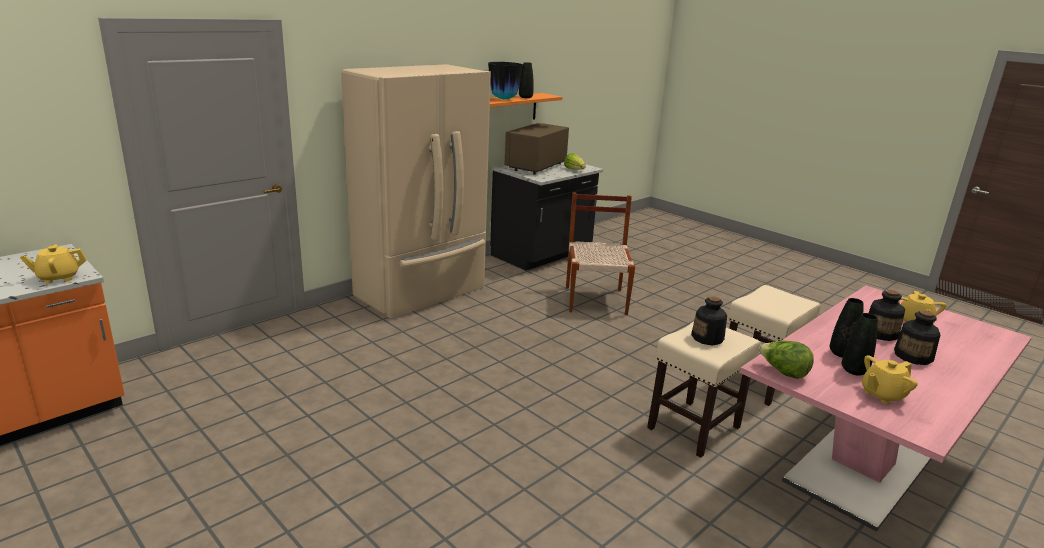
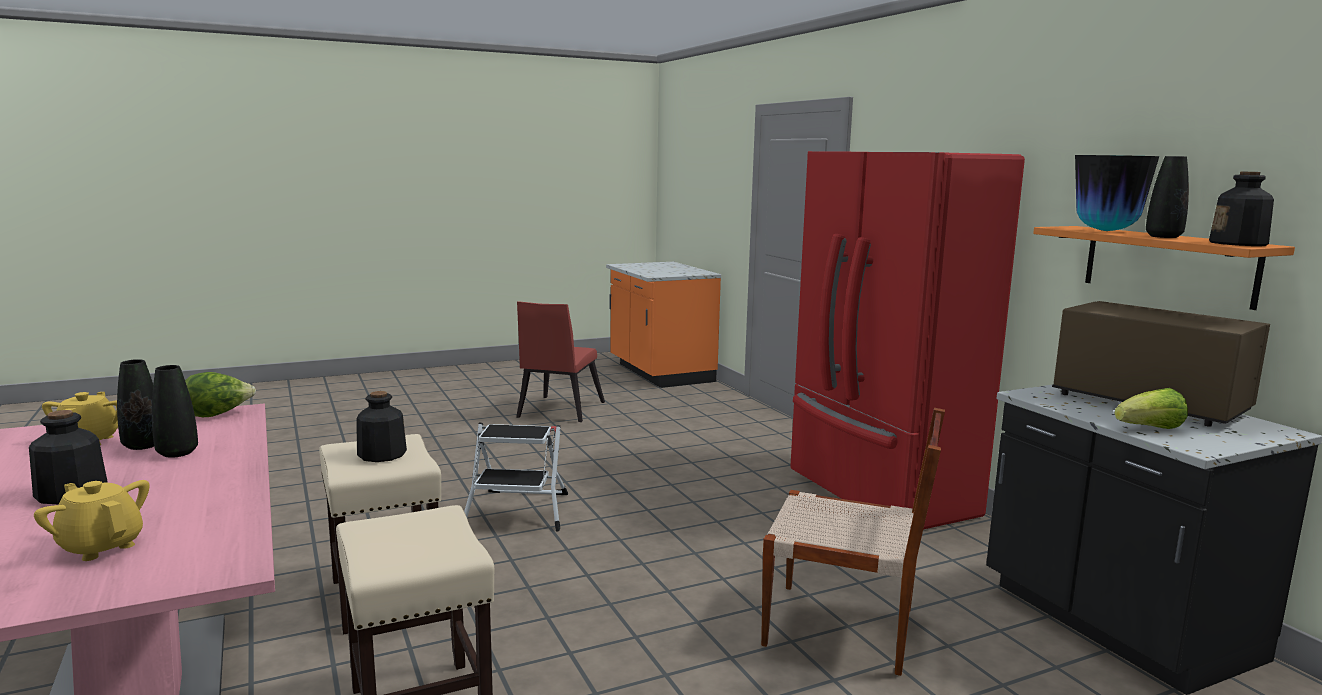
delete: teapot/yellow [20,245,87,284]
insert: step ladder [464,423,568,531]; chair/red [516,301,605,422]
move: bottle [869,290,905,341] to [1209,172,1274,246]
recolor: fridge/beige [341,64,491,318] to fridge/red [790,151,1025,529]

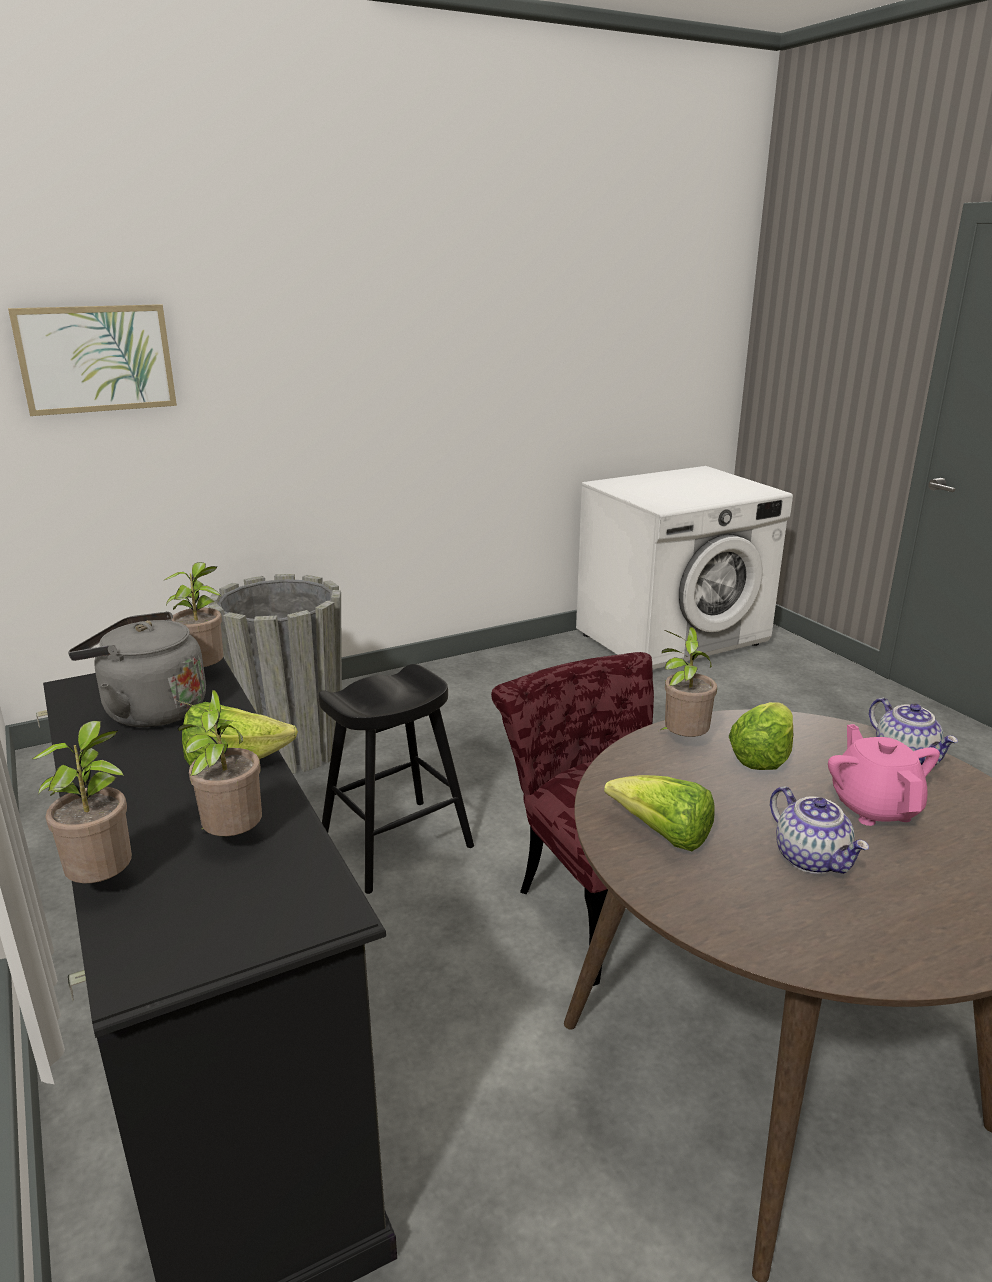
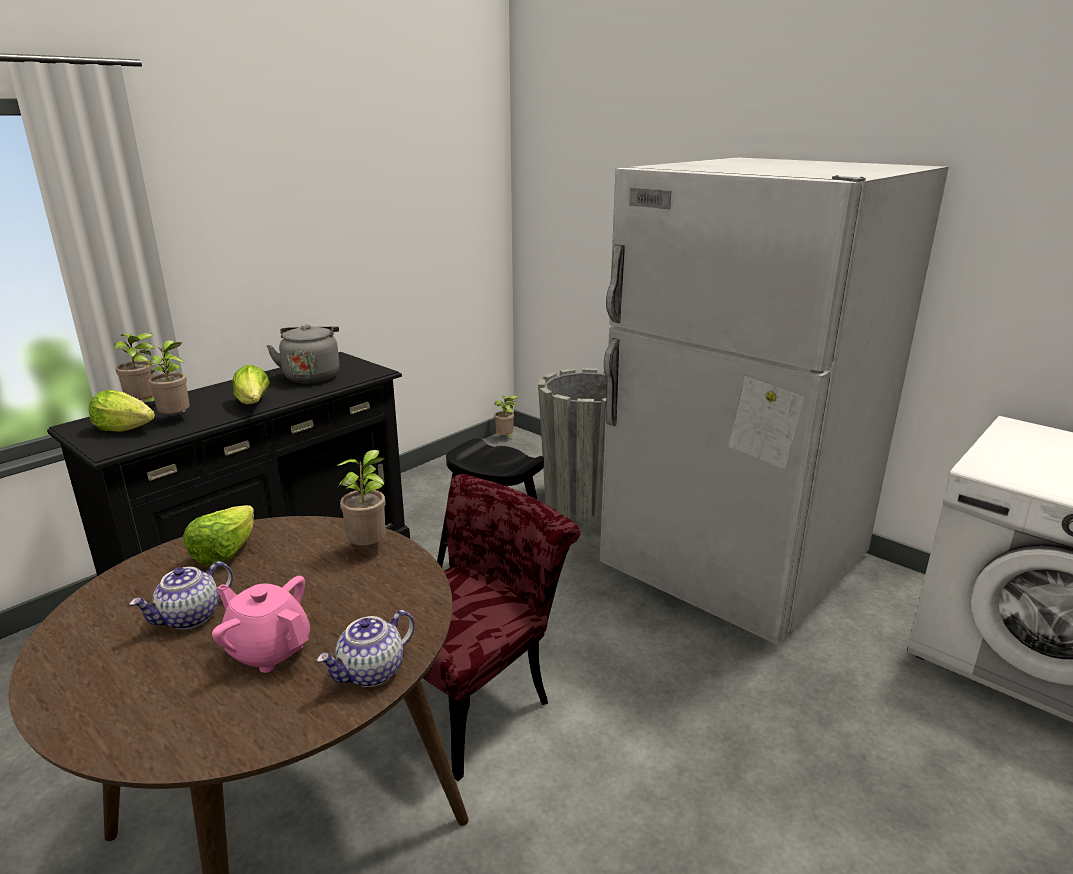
delete: picture [8,304,177,416]
insert: fridge/white [600,157,949,644]
move: lettuce [729,702,793,770] to [89,390,155,432]; potted plant [165,562,223,667] to [494,395,518,436]
rotate: teapot/pink [828,724,940,826] = [212,576,310,673] 120 degrees counterclockwise

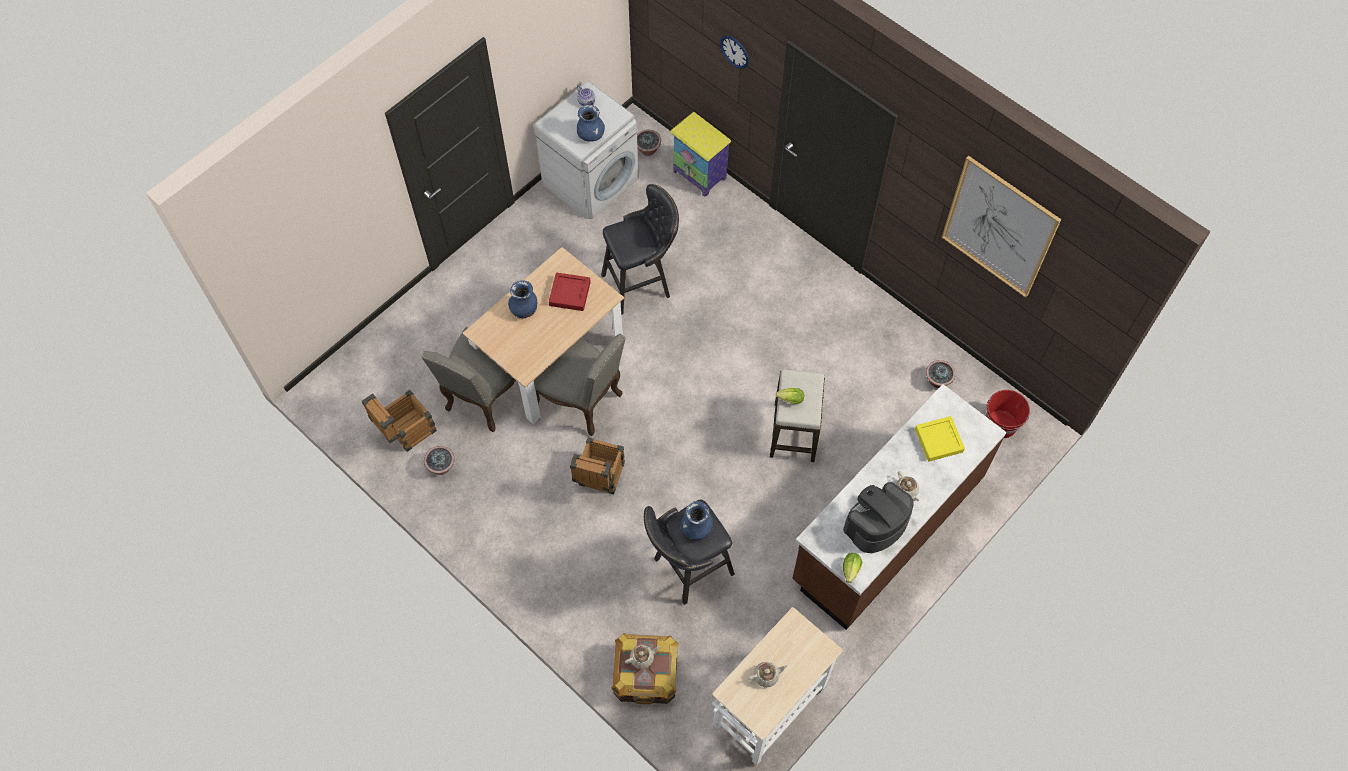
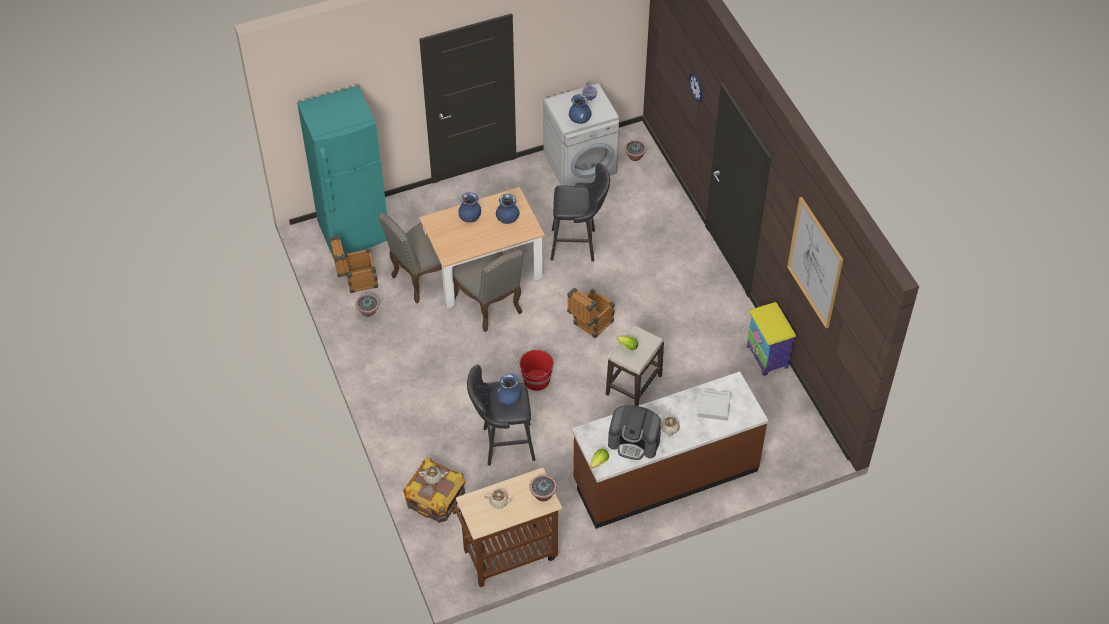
insert: fridge/turquoise [297,86,387,254]
move: bucket/red [986,390,1030,438] to [518,350,554,391]; potted plant [926,360,956,388] to [529,475,557,502]; crate [570,437,625,494] to [567,287,615,339]; nightstand [670,112,731,196] to [747,302,796,376]
replace: tray/red [549,272,591,311] to vase/blue [496,194,519,224]
recolor: cart/white [711,607,843,765] to cart/brown [452,468,562,587]; tray/yellow [915,416,965,462] to tray/grey [698,388,731,421]
rotate: coffee machine [843,482,914,553] = [608,405,661,460] 150 degrees counterclockwise

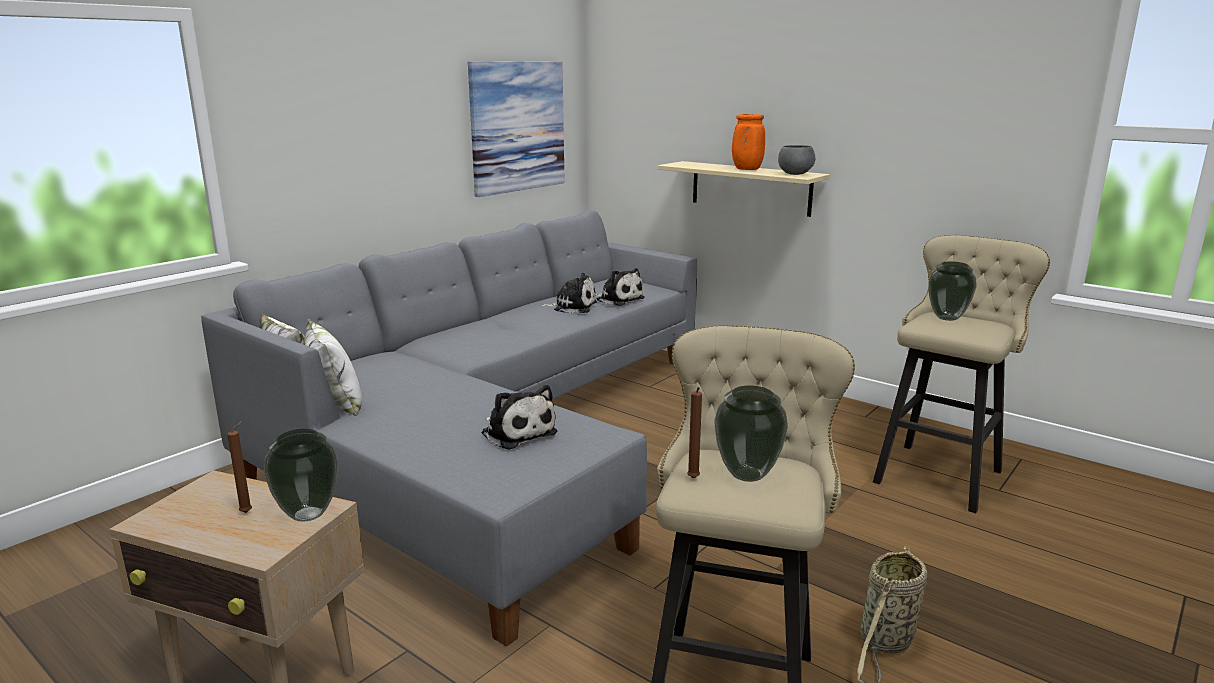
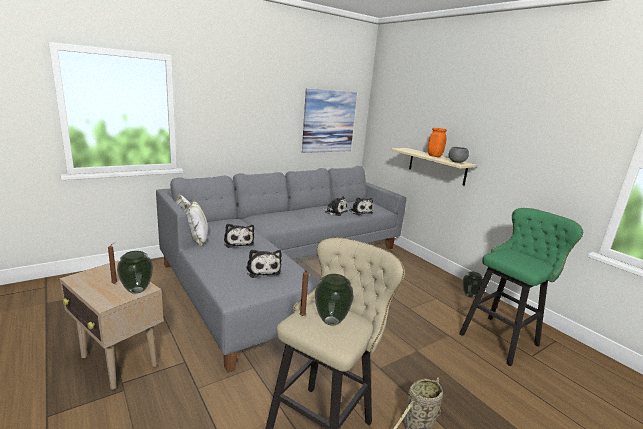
insert: plush toy [224,224,254,248]
move: vase [928,262,977,321] to [463,271,483,298]
recolor: stool/beige [873,235,1050,513] to stool/green [459,208,583,366]

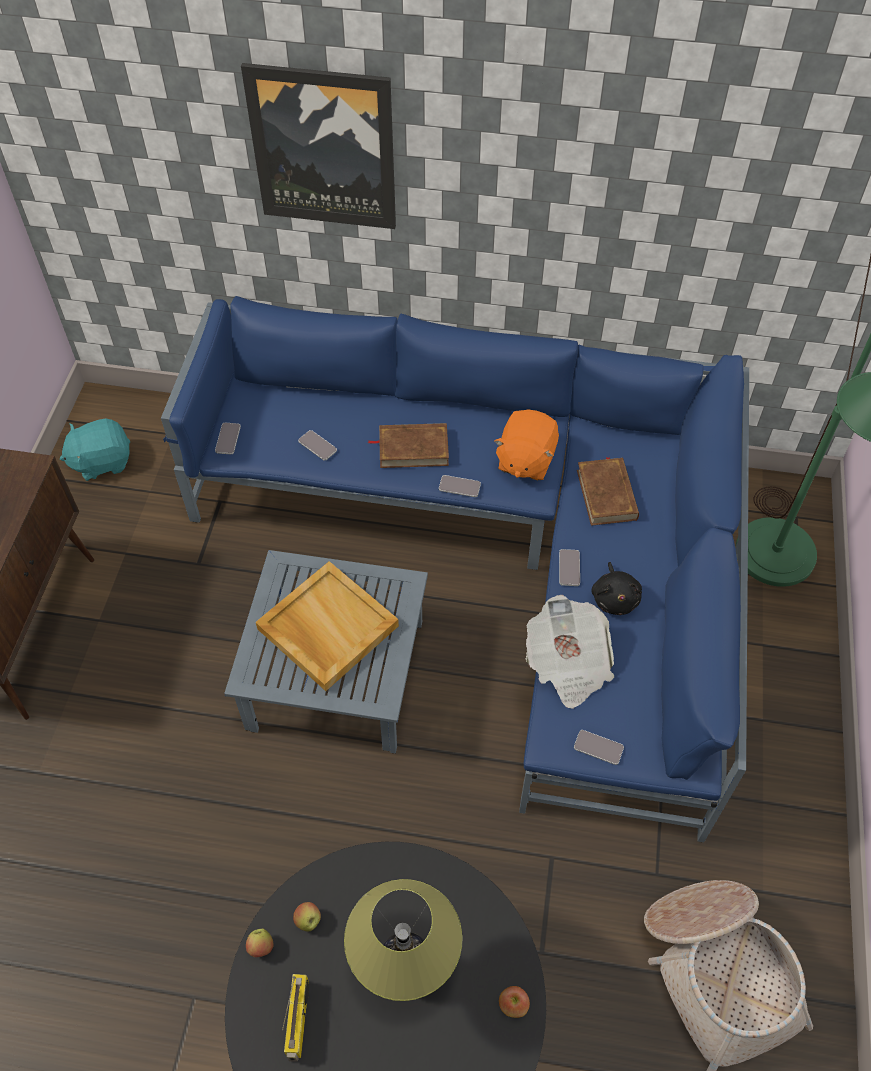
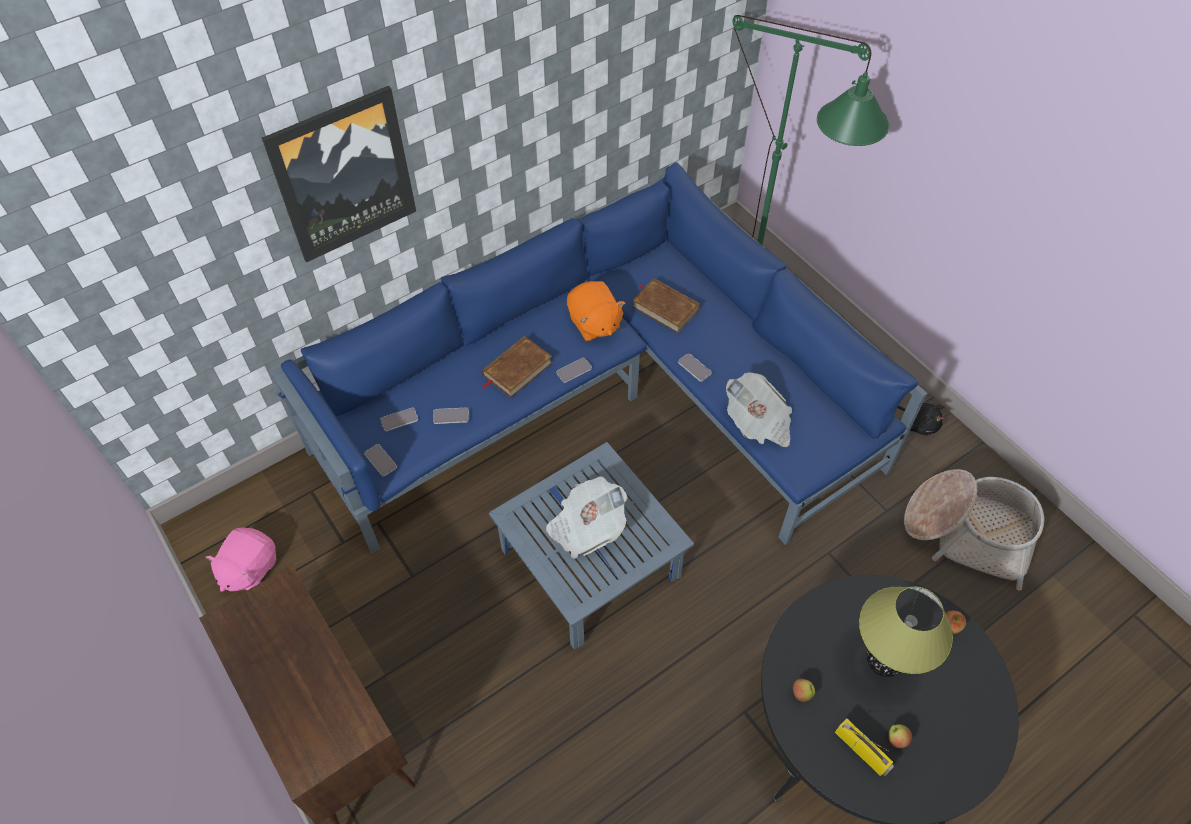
move: phone [574,730,624,765] to [380,408,418,431]; apple [246,929,274,957] to [888,724,912,748]; plush toy/black [591,562,642,615] to [897,403,944,435]
replace: tray/beige [256,561,399,691] to newspaper [546,477,628,559]
recolor: plush toy/turquoise [60,419,130,481] to plush toy/pink [205,527,276,592]

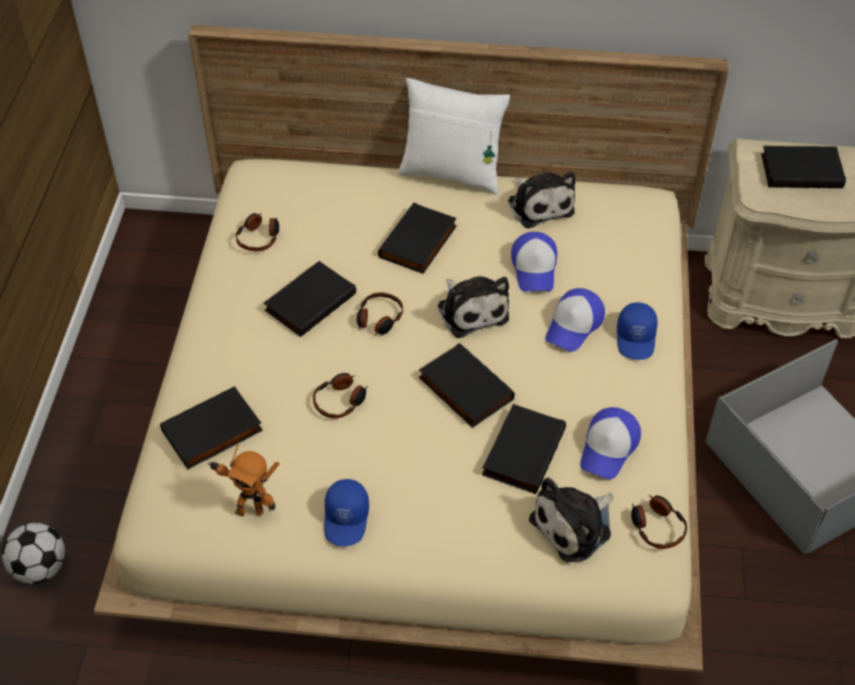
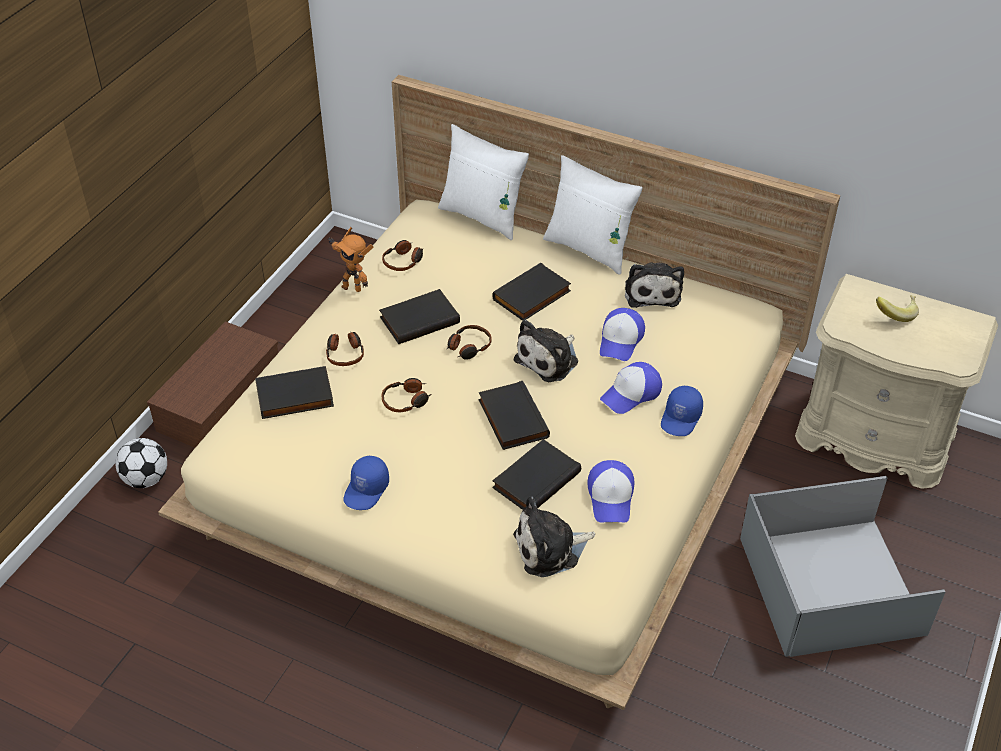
insert: storage box/brown [147,321,278,448]; pillow/white [438,124,529,240]
move: headphones [631,495,687,549] to [326,332,364,366]; toy robot [208,442,280,516] to [328,227,374,292]
replace: book/black [761,146,846,188] to banana [876,295,919,322]
rotate: plush toy [438,276,509,338] = [514,320,578,382] 45 degrees clockwise; cap [580,407,641,479] = [588,460,634,523] 45 degrees counterclockwise

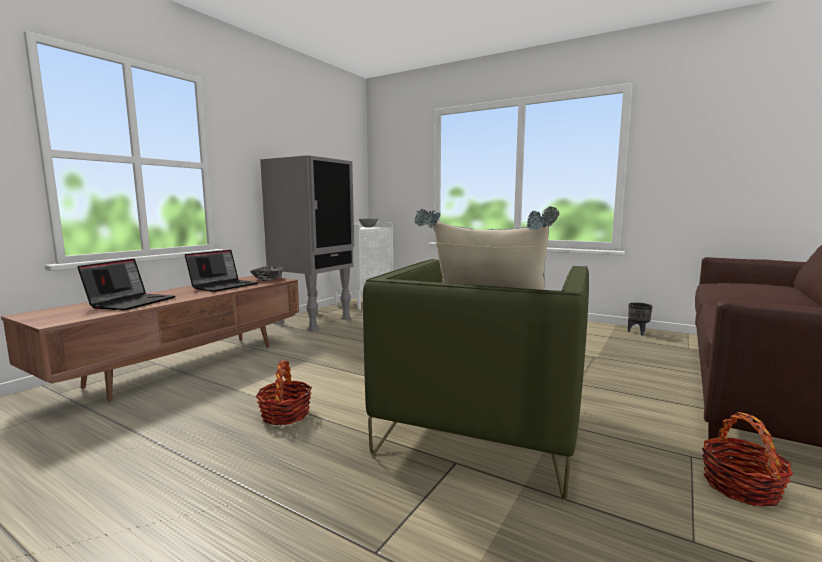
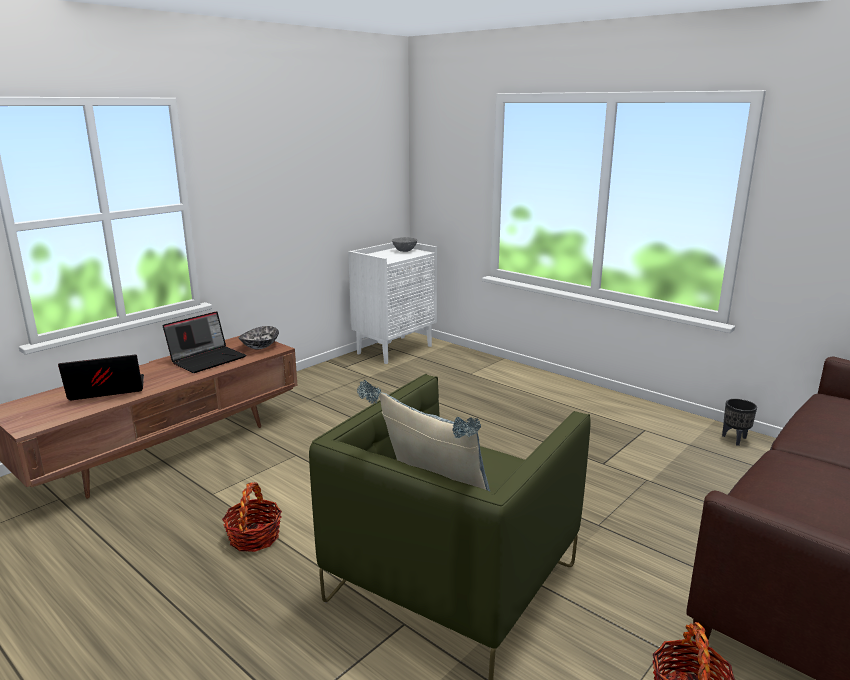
delete: cabinet/grey [260,155,354,331]
rotate: laptop [77,259,175,310] = [58,354,144,401] 135 degrees counterclockwise

